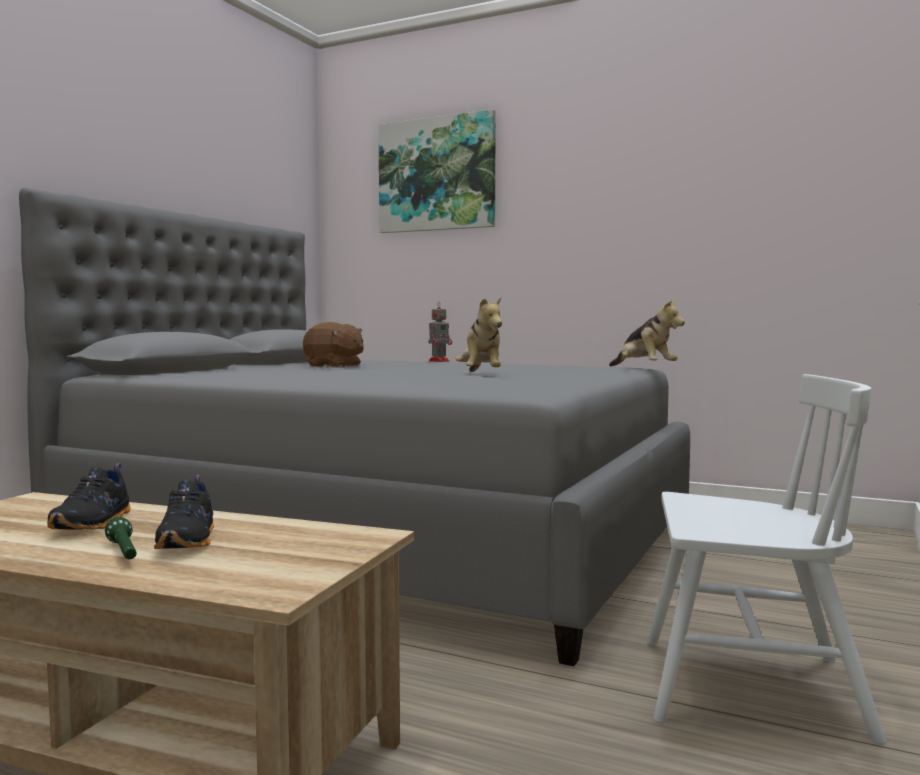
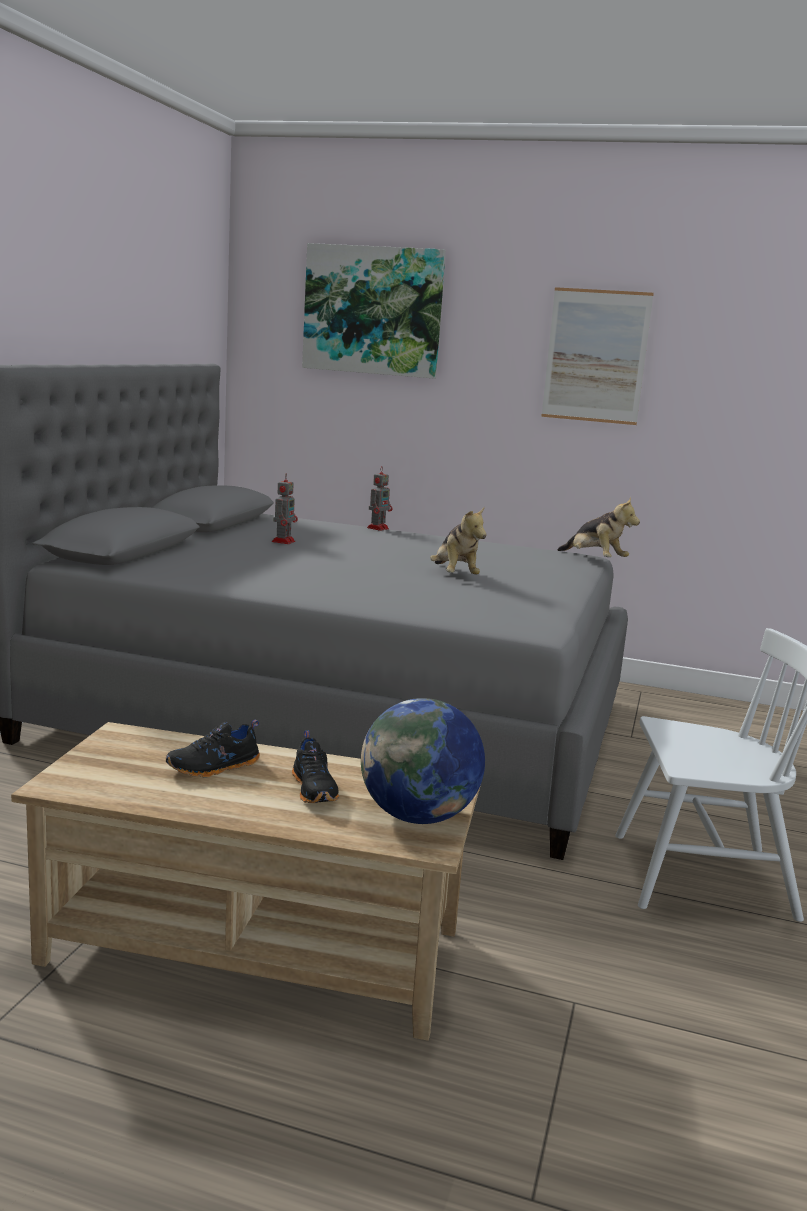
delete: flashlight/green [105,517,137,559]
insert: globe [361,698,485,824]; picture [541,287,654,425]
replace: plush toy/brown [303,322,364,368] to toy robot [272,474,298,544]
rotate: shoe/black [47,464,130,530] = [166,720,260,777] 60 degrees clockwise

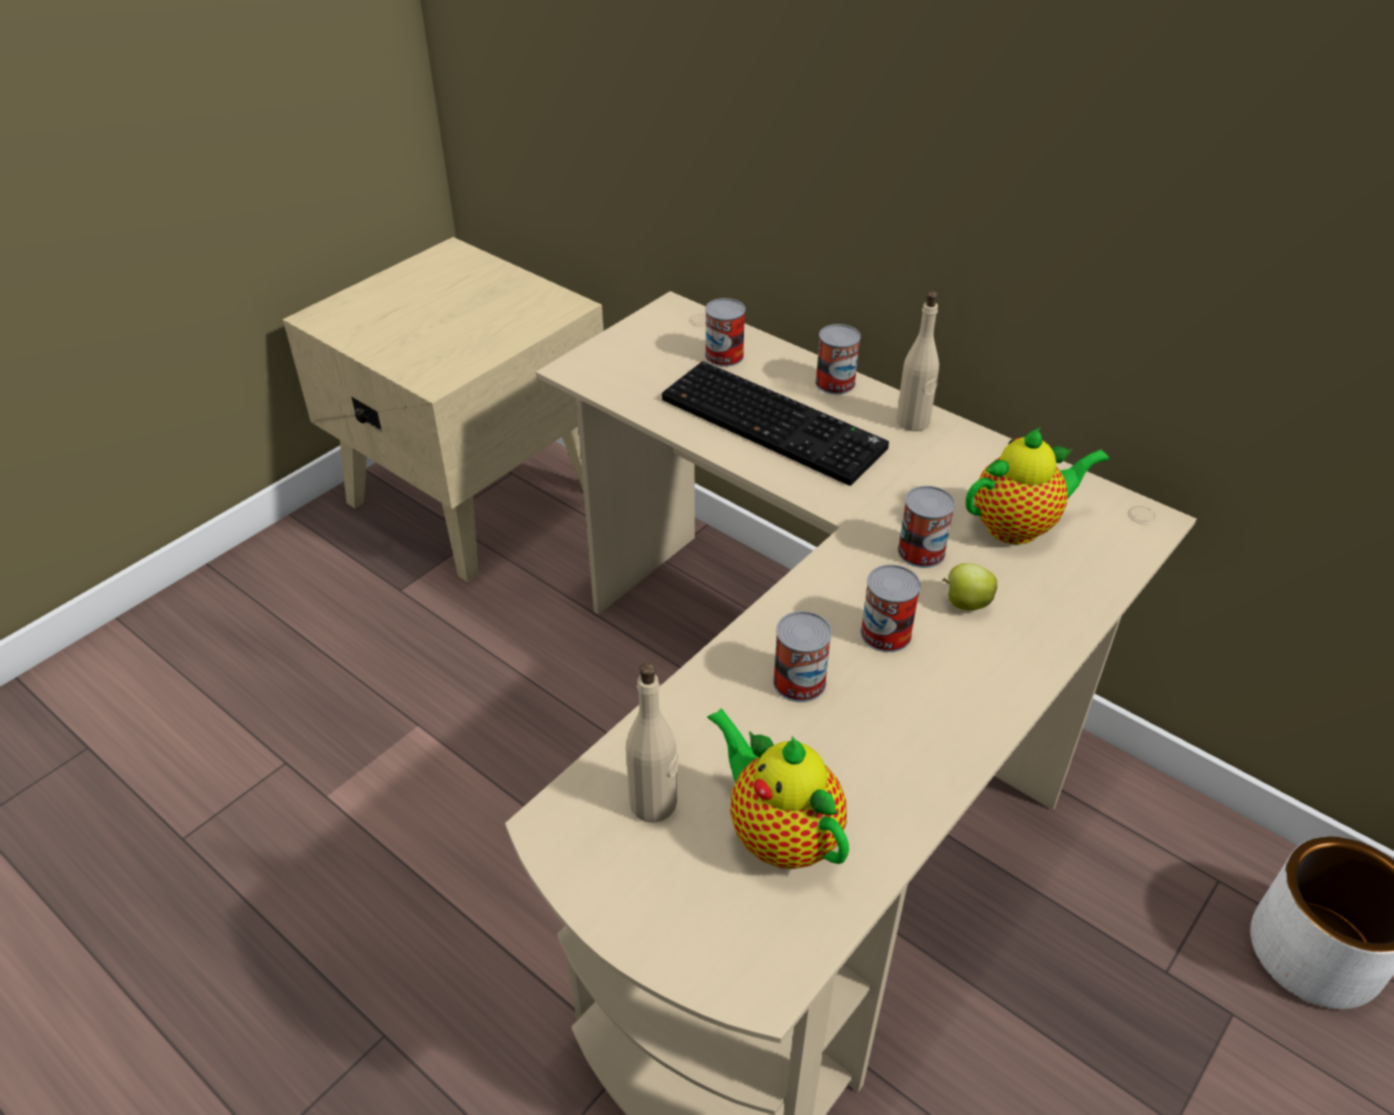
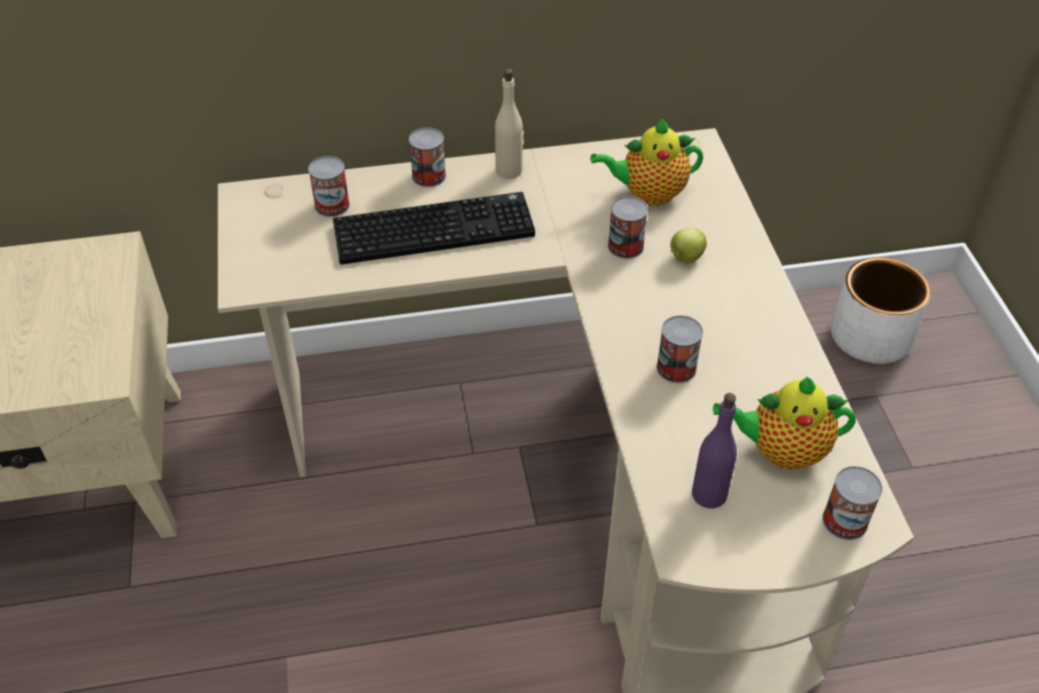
move: can [860,564,921,652] to [822,466,883,540]
recolor: bottle/beige [626,662,678,823] to bottle/purple [692,393,737,509]
rotate: teapot [965,427,1109,544] = [590,118,703,206] 120 degrees counterclockwise

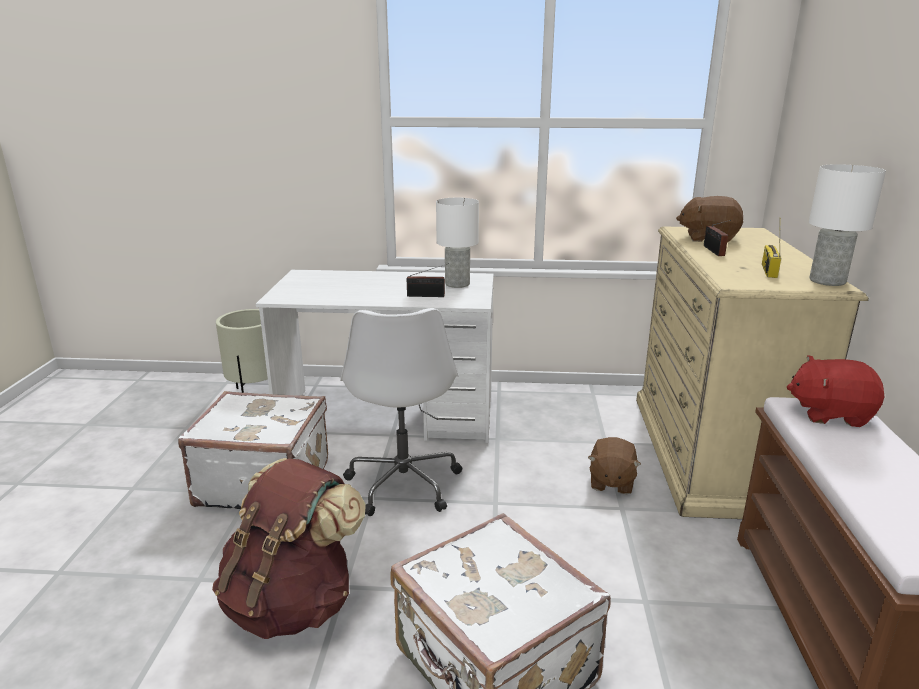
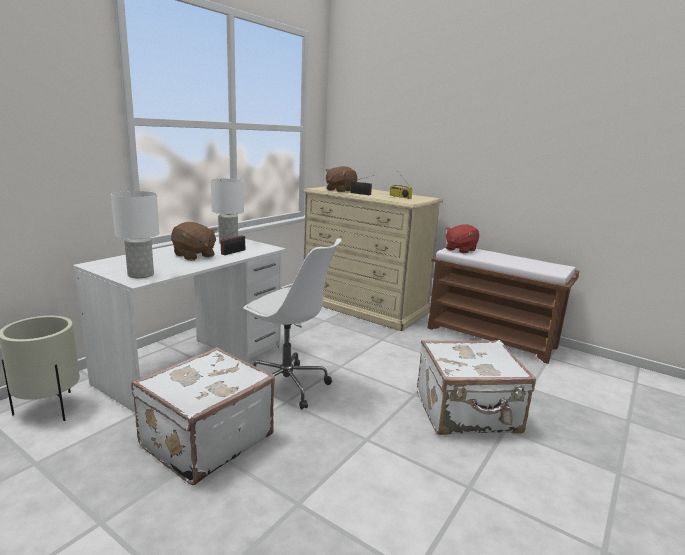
delete: backpack/brown [212,458,366,639]
move: table lamp/white [809,164,886,286] to [111,191,160,278]; plush toy/brown [588,437,641,495] to [171,222,217,260]

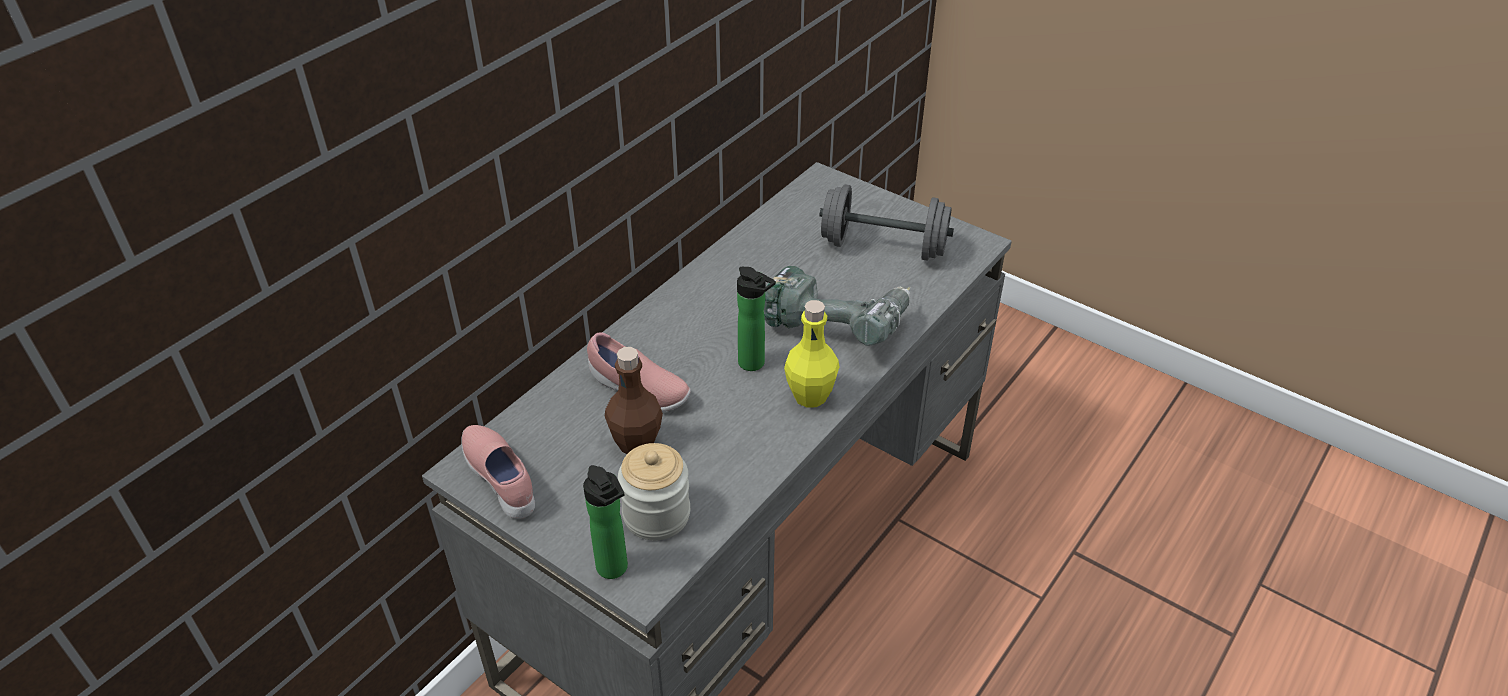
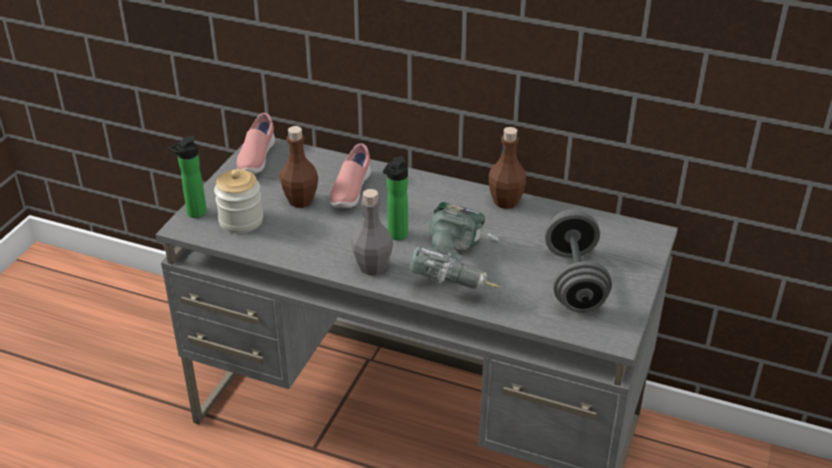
insert: bottle/brown [489,127,526,209]
recolor: bottle/yellow [784,300,840,408] to bottle/grey [351,189,393,275]
rotate: shoe/pink [461,425,535,519] = [237,113,275,174] 150 degrees clockwise

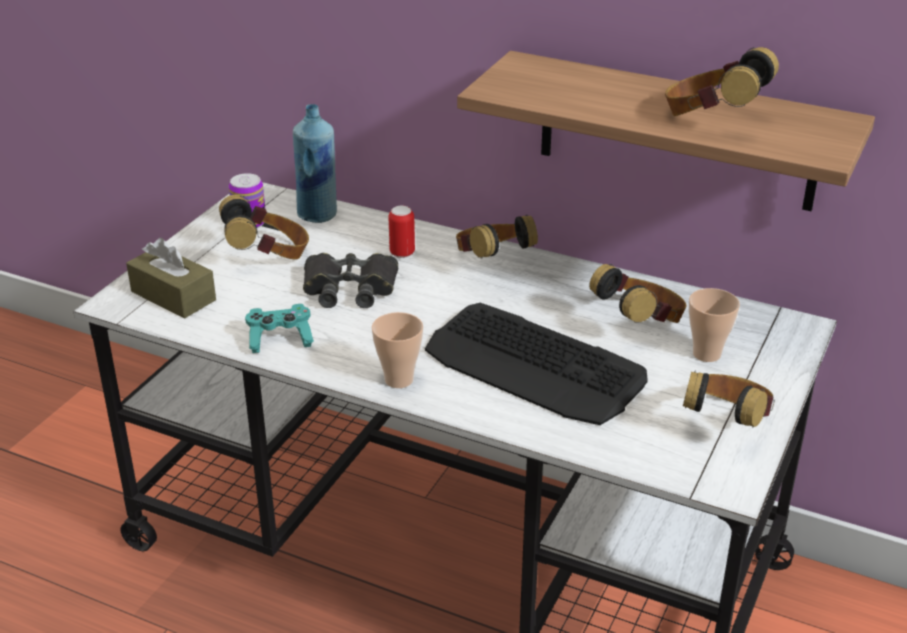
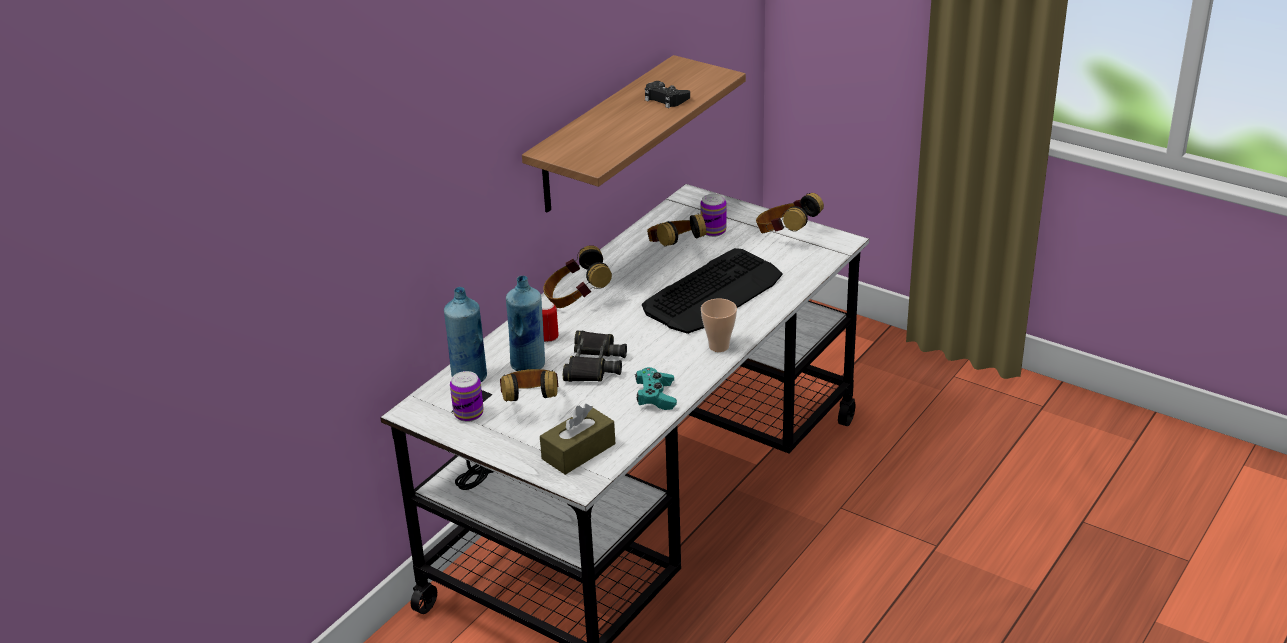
insert: bottle/blue [506,276,545,371]
replace: headphones [665,47,779,116] to game controller/black [645,81,690,108]; cup [689,288,740,362] to can [700,194,726,237]

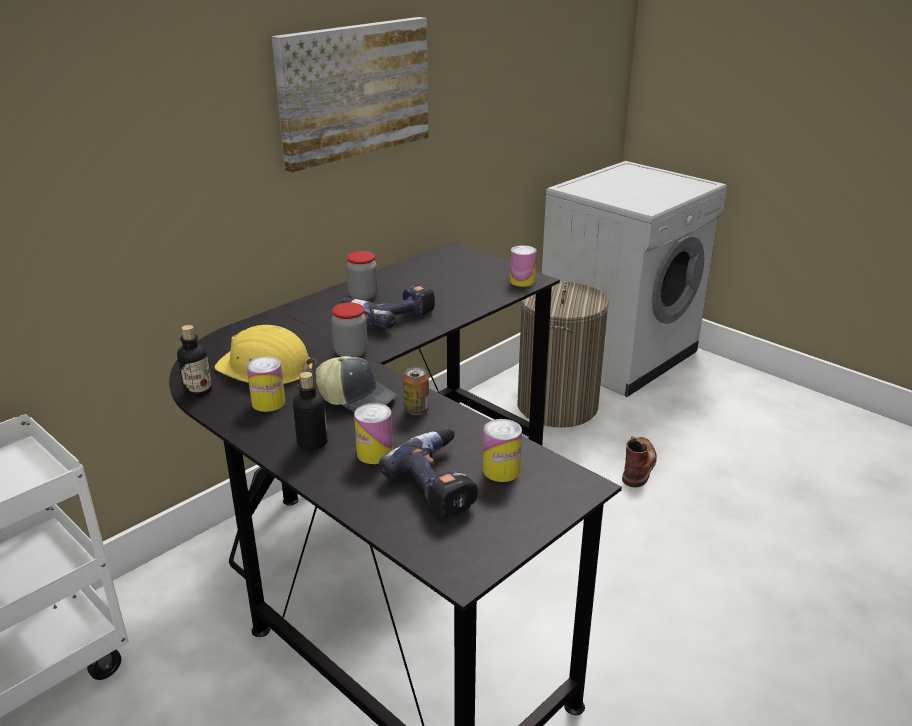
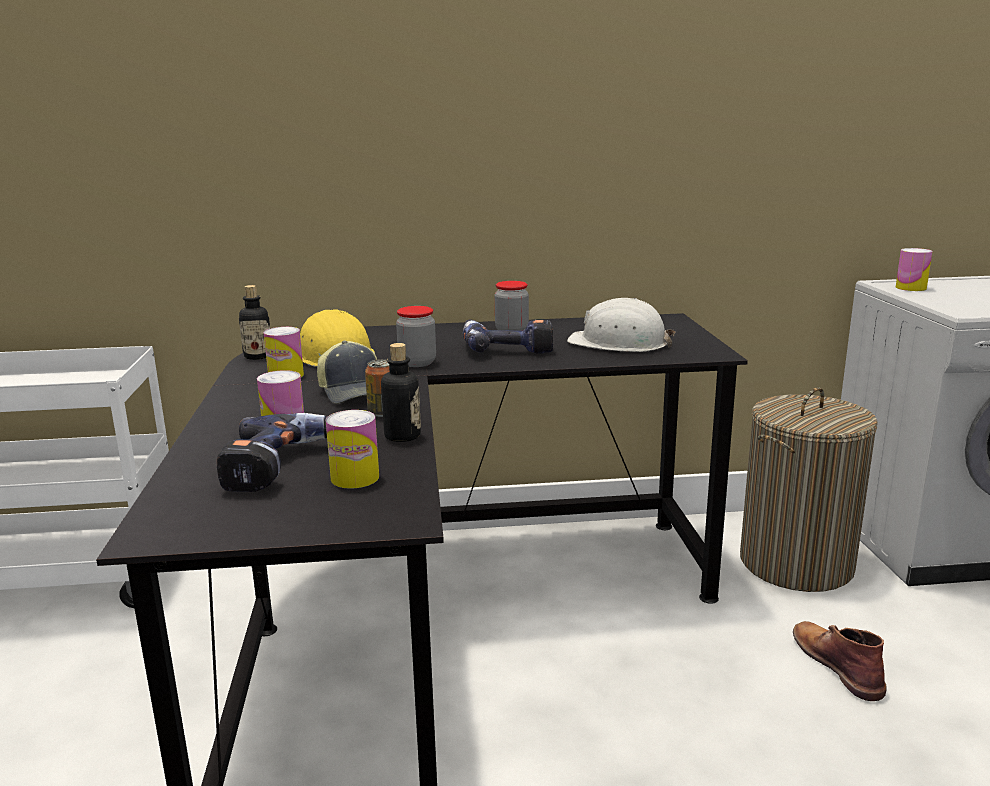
delete: picture [272,17,429,173]
insert: hard hat/white [567,298,675,352]
move: bottle [293,372,328,451] to [381,343,421,442]; can [510,245,536,287] to [896,248,933,291]
rotate: boot/brown [622,437,657,487] = [793,621,886,701] 75 degrees counterclockwise

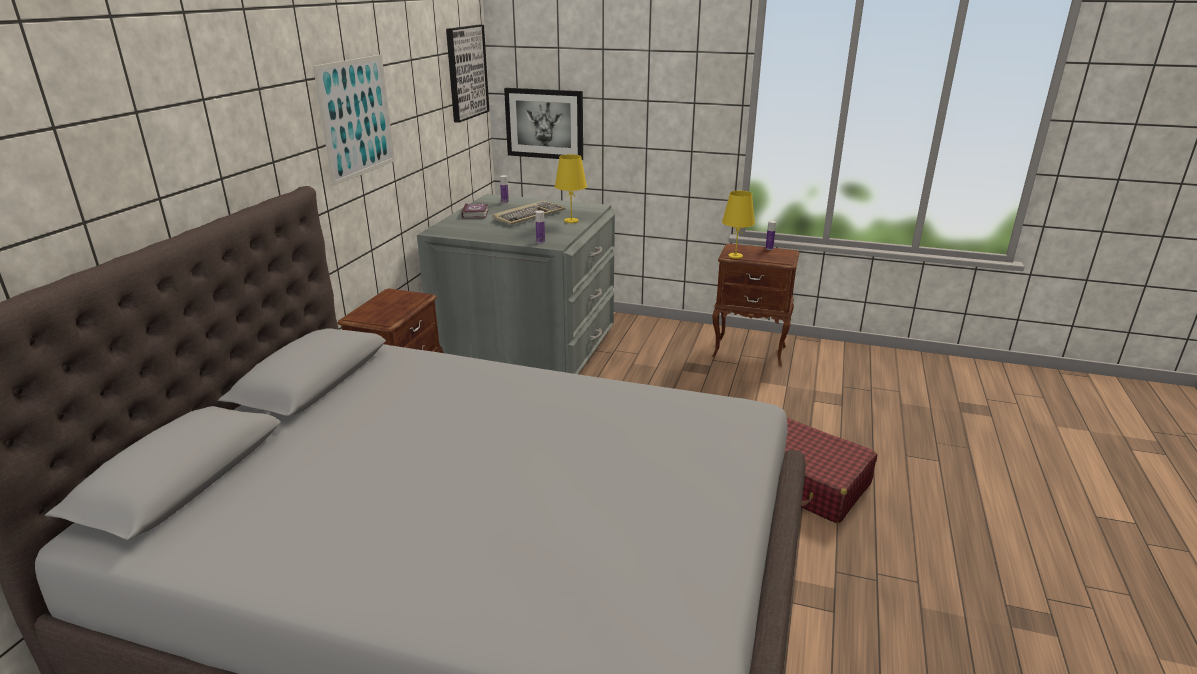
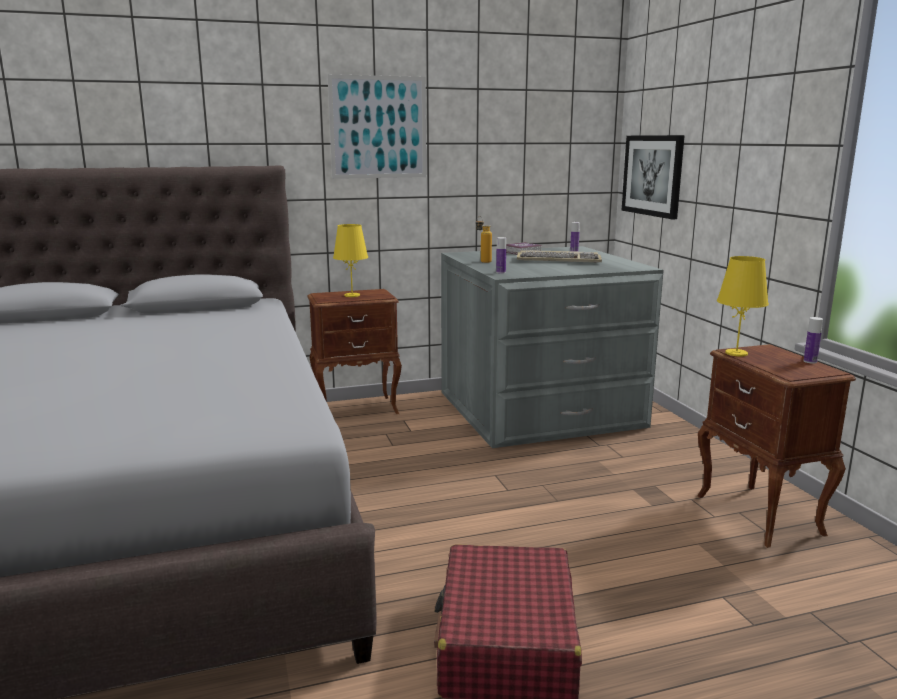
delete: picture [446,25,489,123]
insert: bottle [476,216,492,263]
move: table lamp/yellow [555,154,587,223] to [333,224,368,297]

